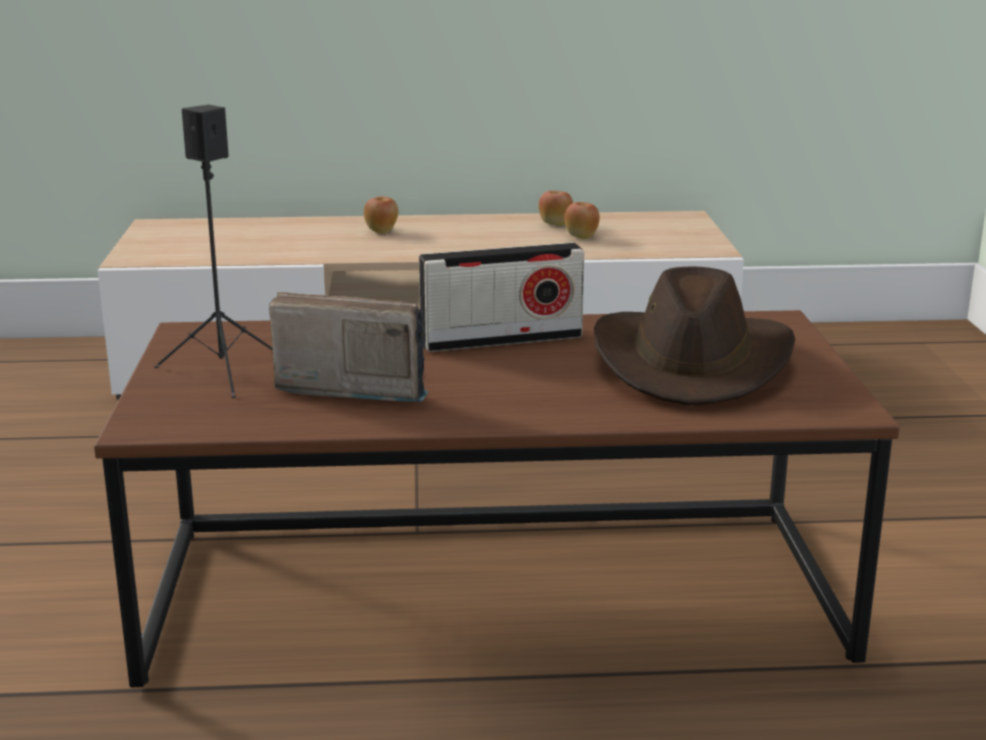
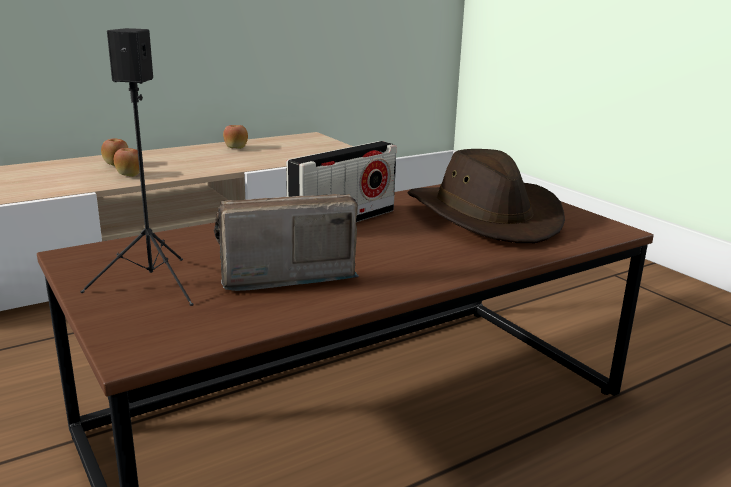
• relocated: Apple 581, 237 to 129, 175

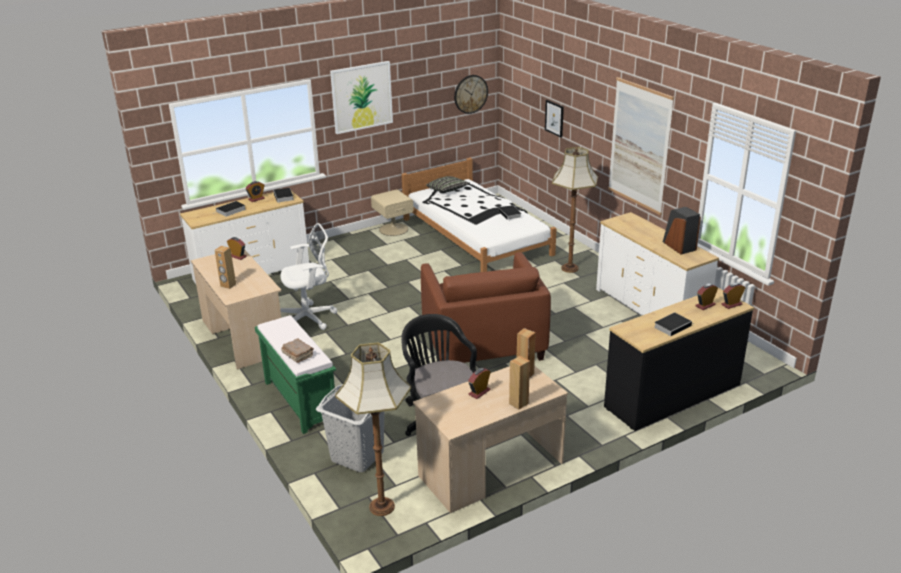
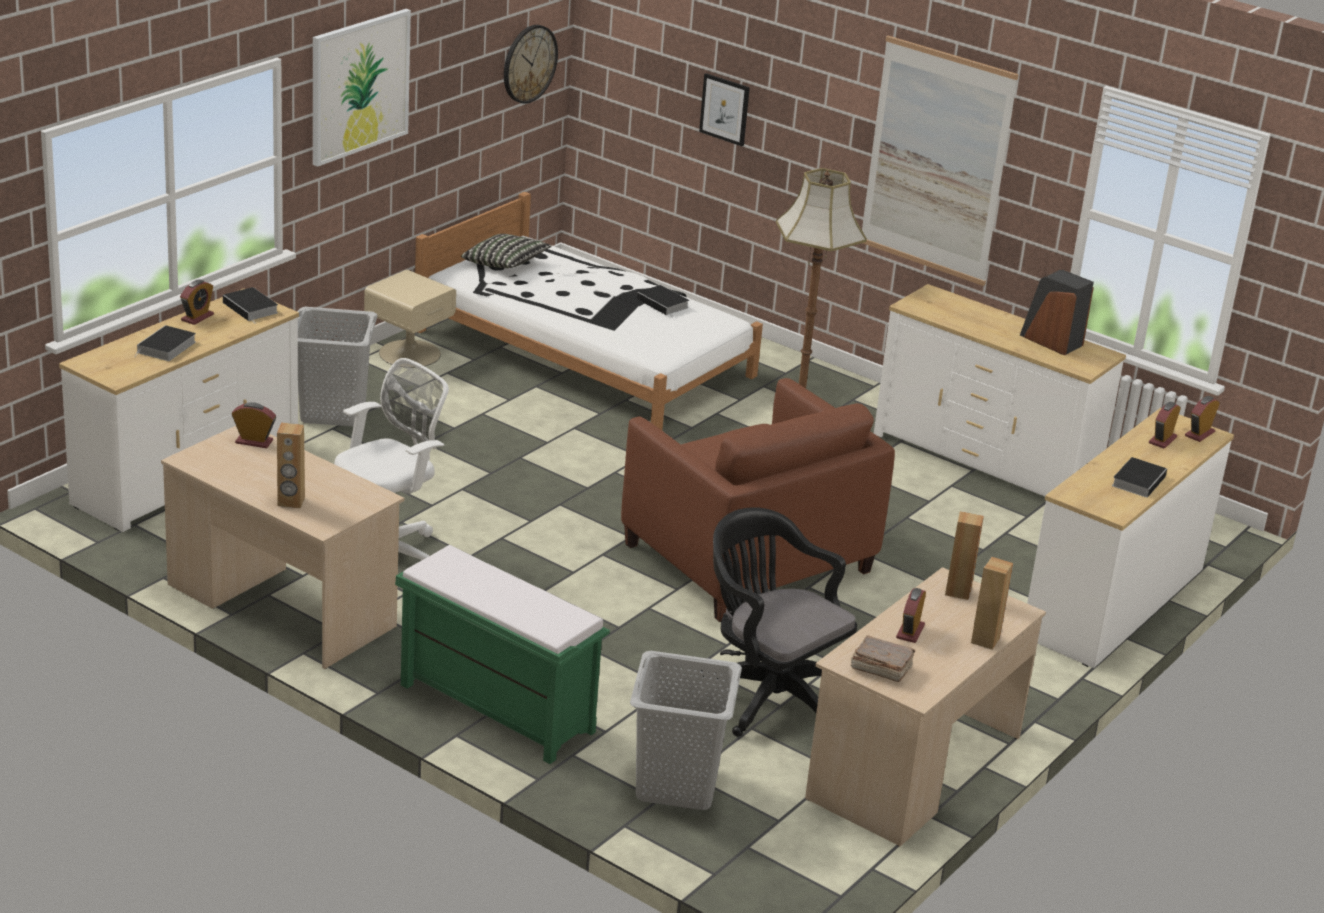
• relocated: BrownBook 297, 355 to 880, 668
• missing: FloorLamp 381, 507
• colour: BlackDresser 673, 396 to WhiteDresser 1115, 603
• appeared: GreyLaundryBasket 332, 412

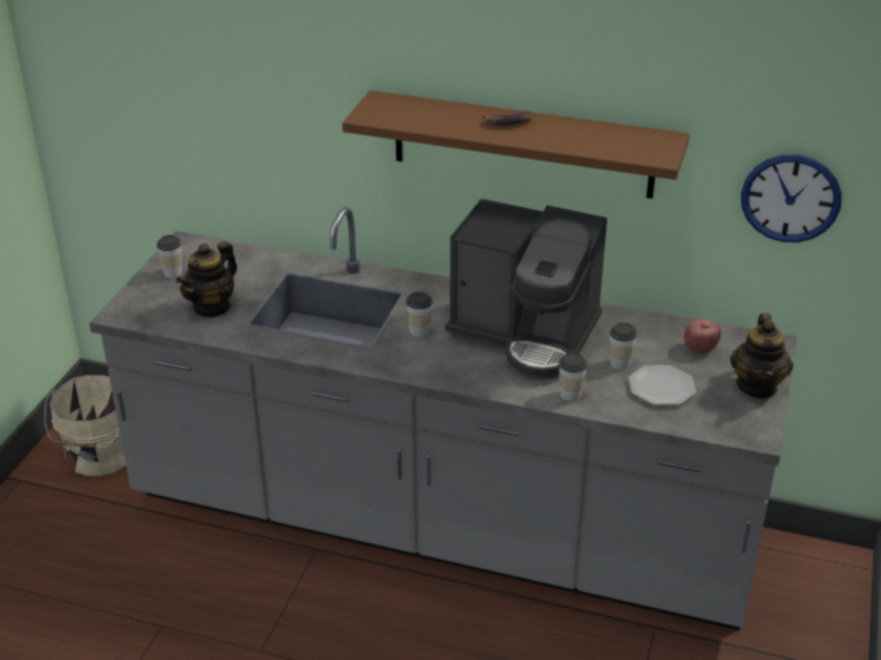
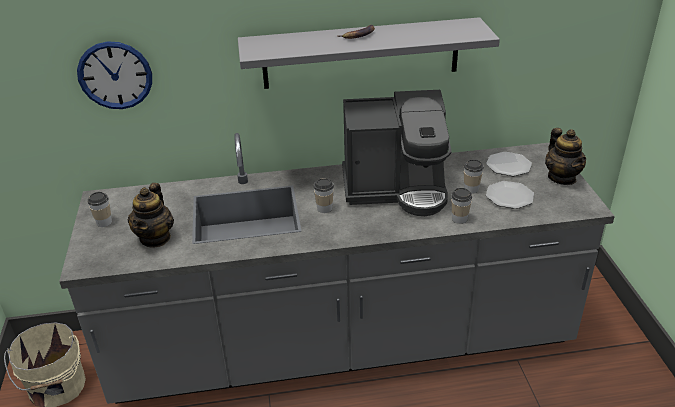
• colour: BrownShelf 523, 145 to GreyShelf 361, 53
• exchanged: Apple 700, 349 to Plate 509, 165
• relocated: WallClock 790, 198 to 115, 75

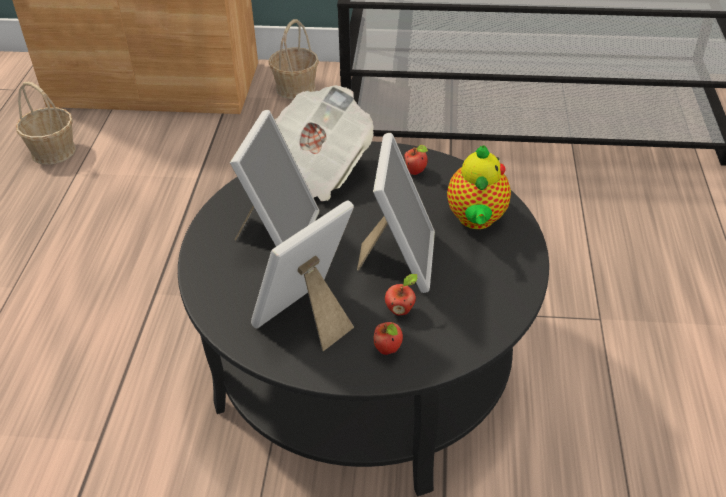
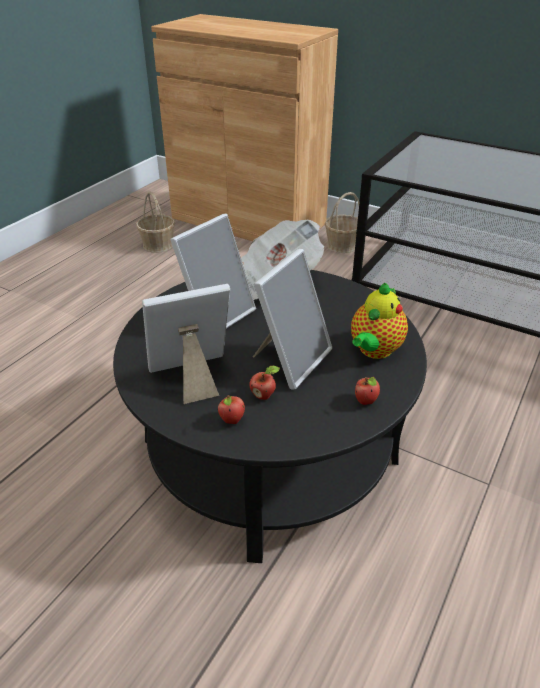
• relocated: Apple 416, 172 to 366, 402

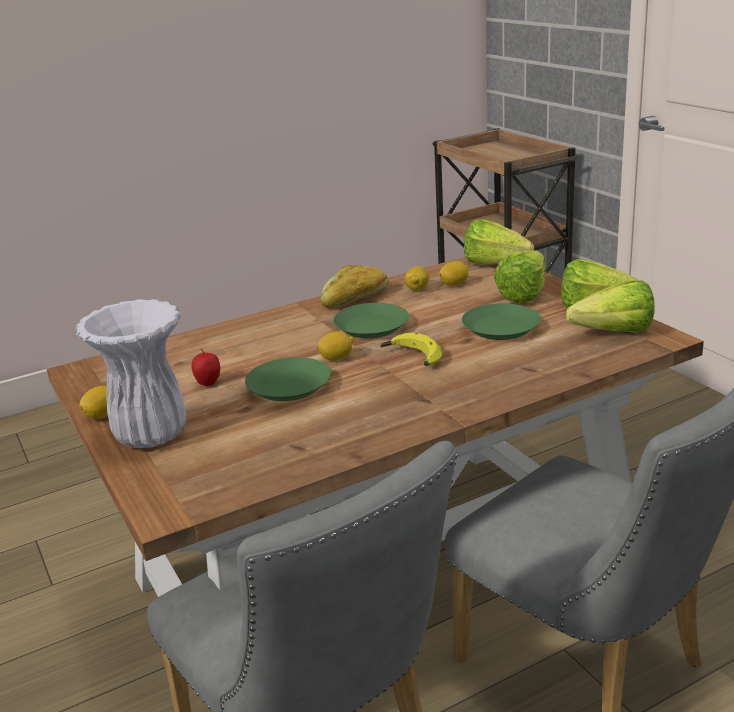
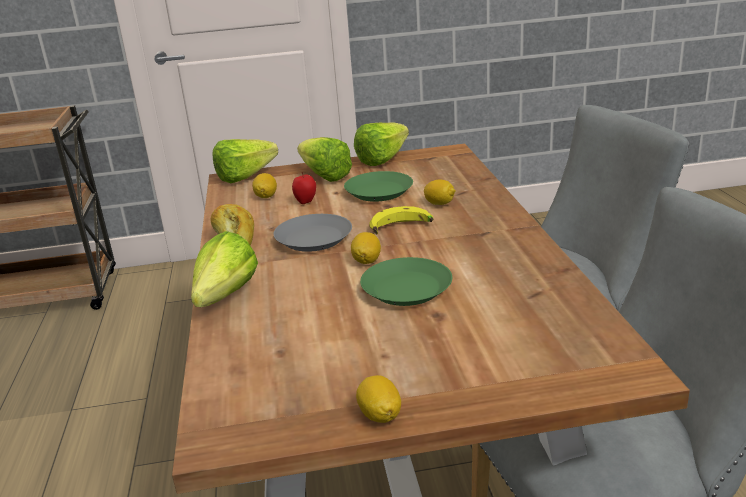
• missing: WhiteVase 153, 435
• relocated: Apple 208, 384 to 306, 202
• colour: GreenPlate 371, 326 to GreyPlate 313, 239
• relocated: Lemon 417, 289 to 439, 203
• relocated: Lettuce 606, 333 to 220, 301

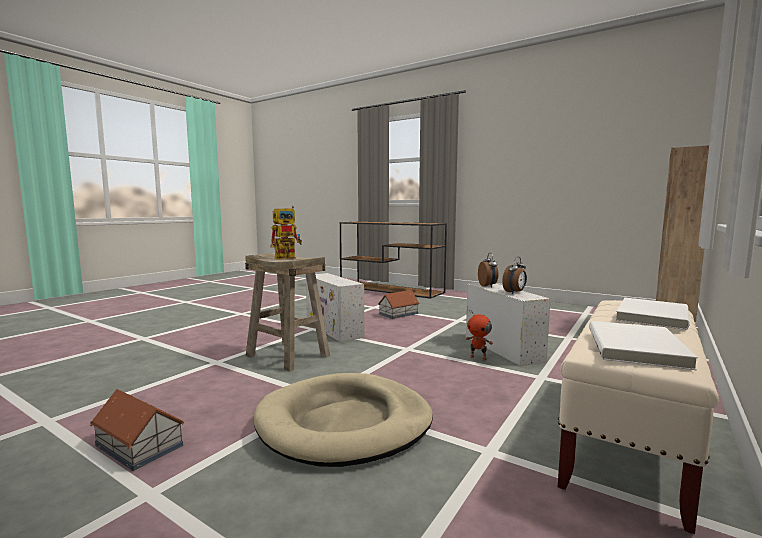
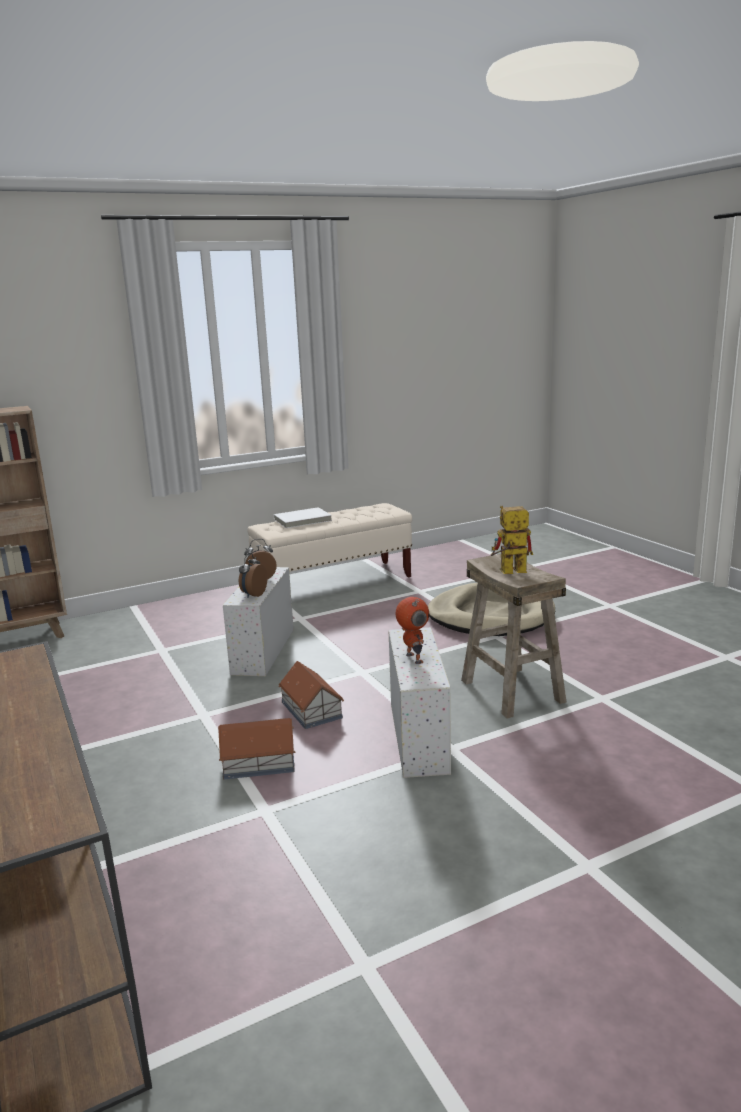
• relocated: ToyHouse 139, 446 to 311, 709
• relocated: ToyRobot 478, 357 to 413, 659
• missing: WhiteBook 638, 348

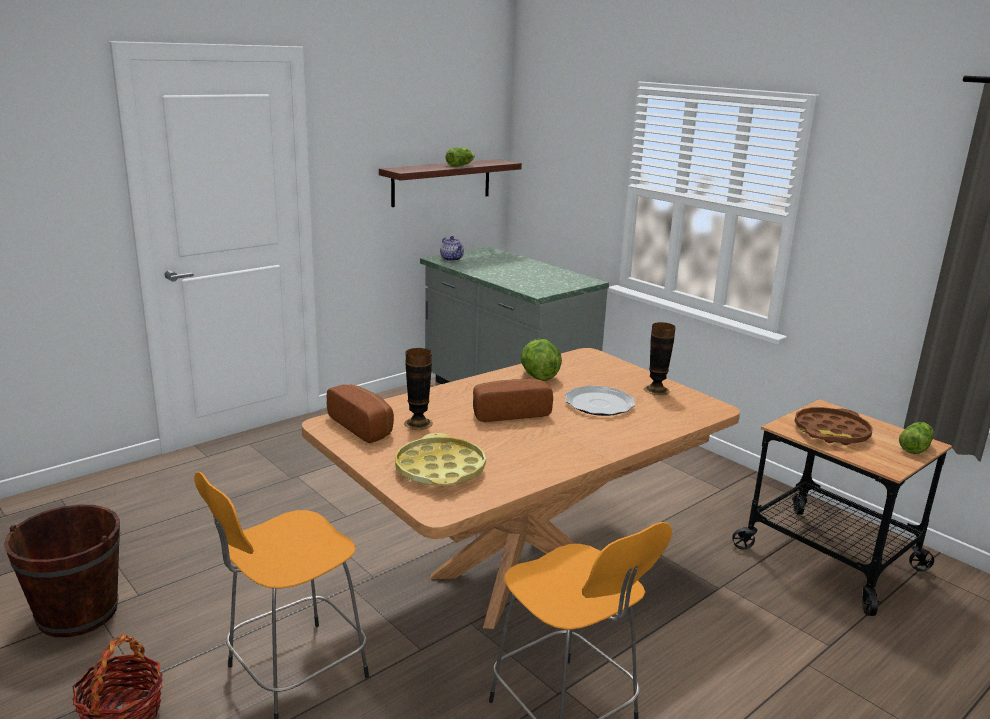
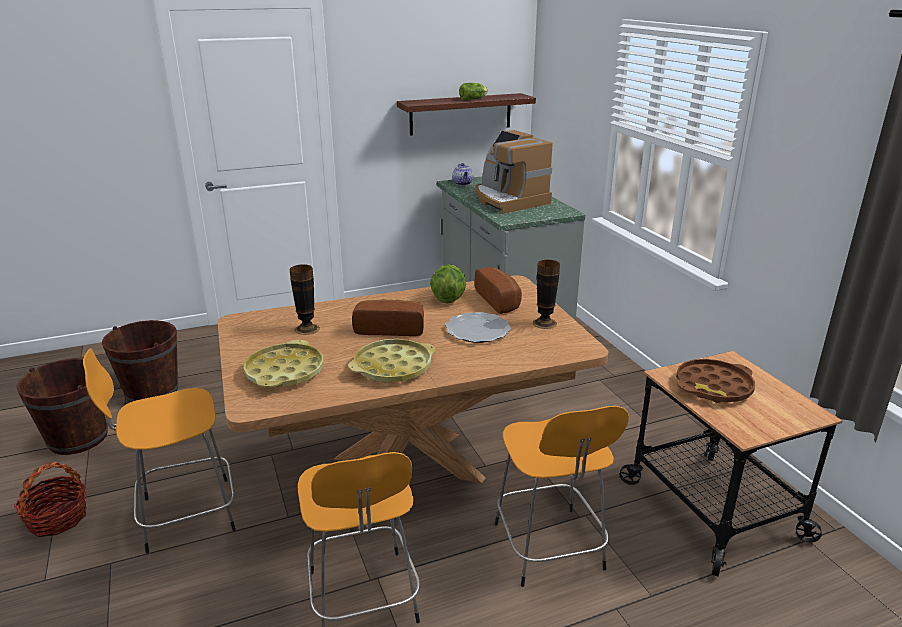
• relocated: Bread 364, 426 to 500, 300
• missing: Lettuce 915, 447
• appeared: BrownBucket 152, 392
• appeared: YellowTray 393, 367
• appeared: CoffeeMachine 508, 200
• appeared: OrangeStool 549, 549

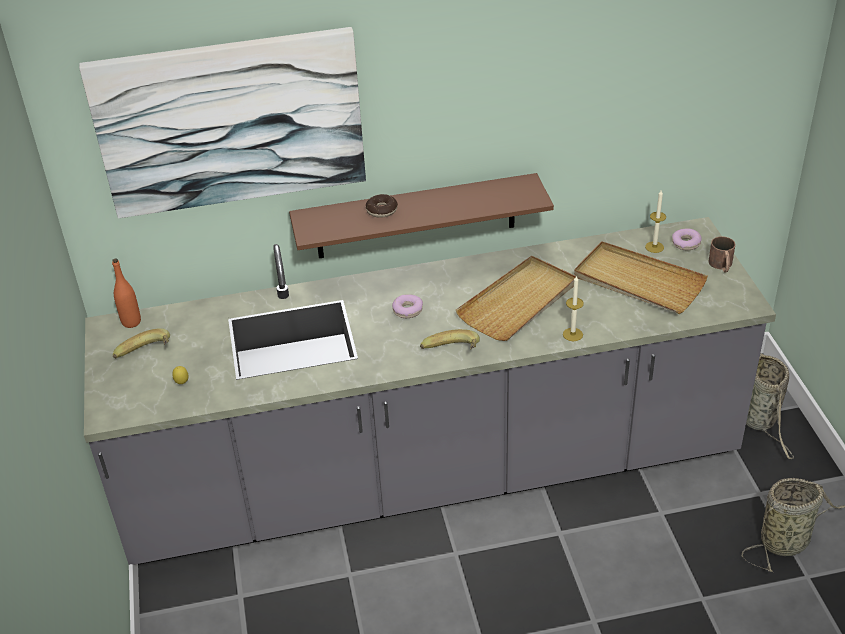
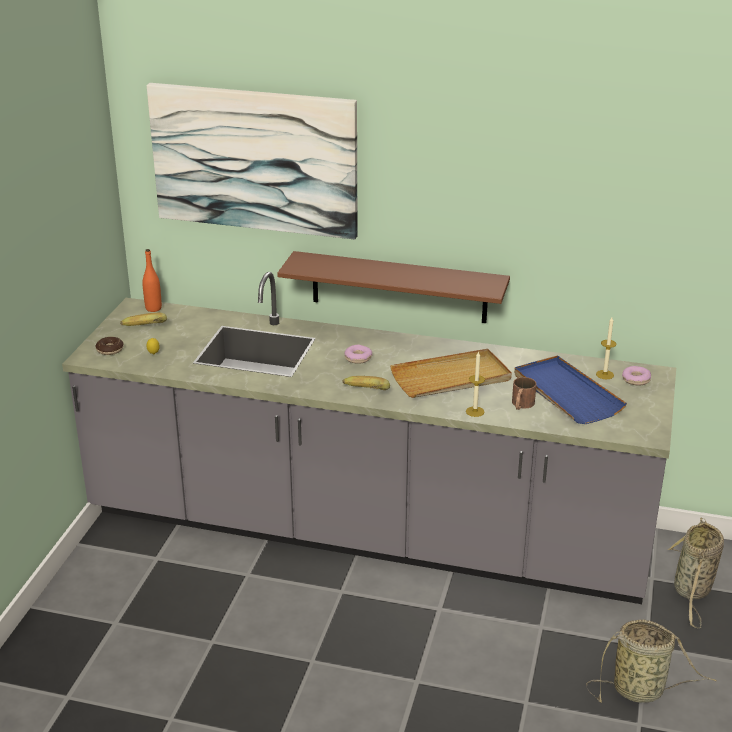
• relocated: Donut 382, 210 to 110, 350
• colour: BeigeTray 638, 282 to BlueTray 566, 393
• relocated: BrownMug 721, 265 to 521, 405

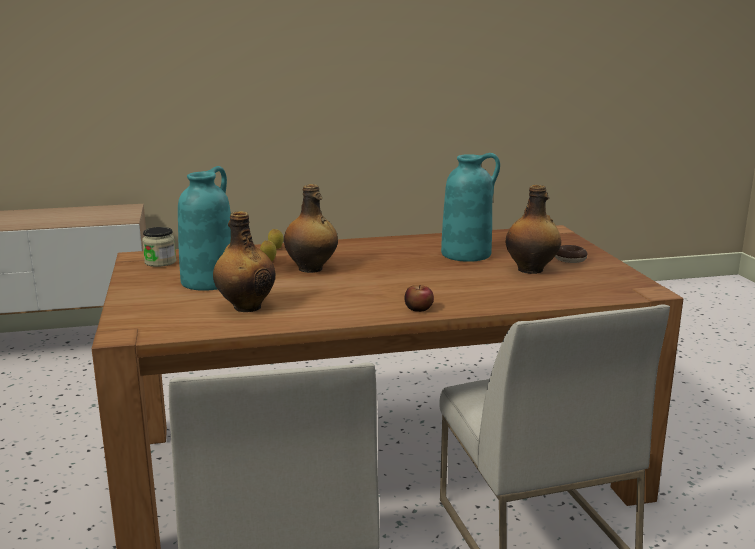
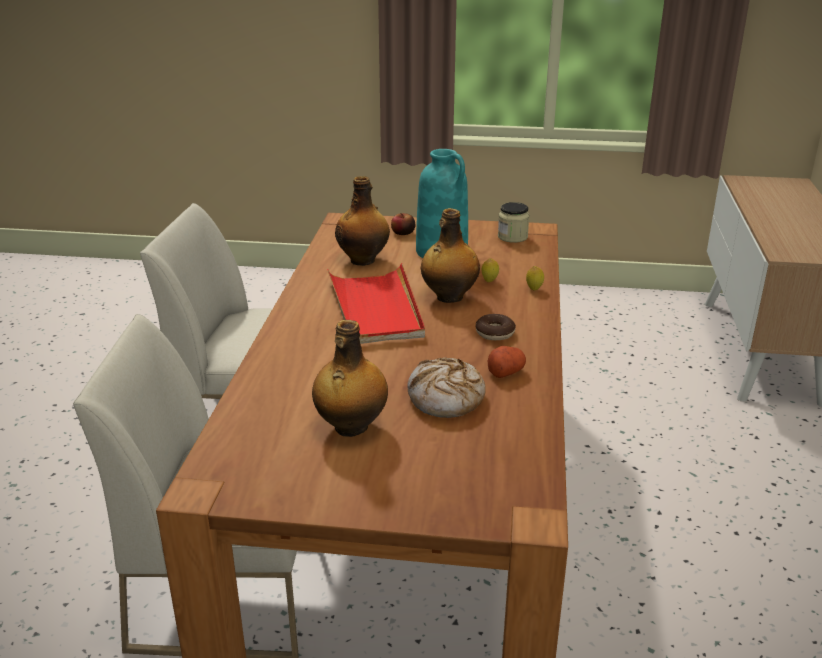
• relocated: Apple 418, 309 to 403, 233
• exchanged: TurquoiseVase 467, 254 to Bread 446, 398
• relocated: Donut 570, 259 to 495, 333
• appeared: RedTray 376, 308
• appeared: Potato 505, 372

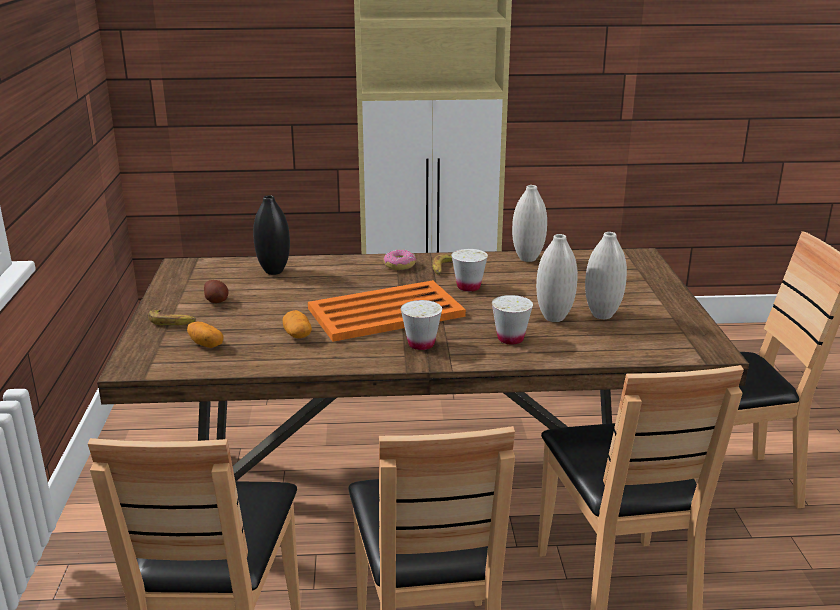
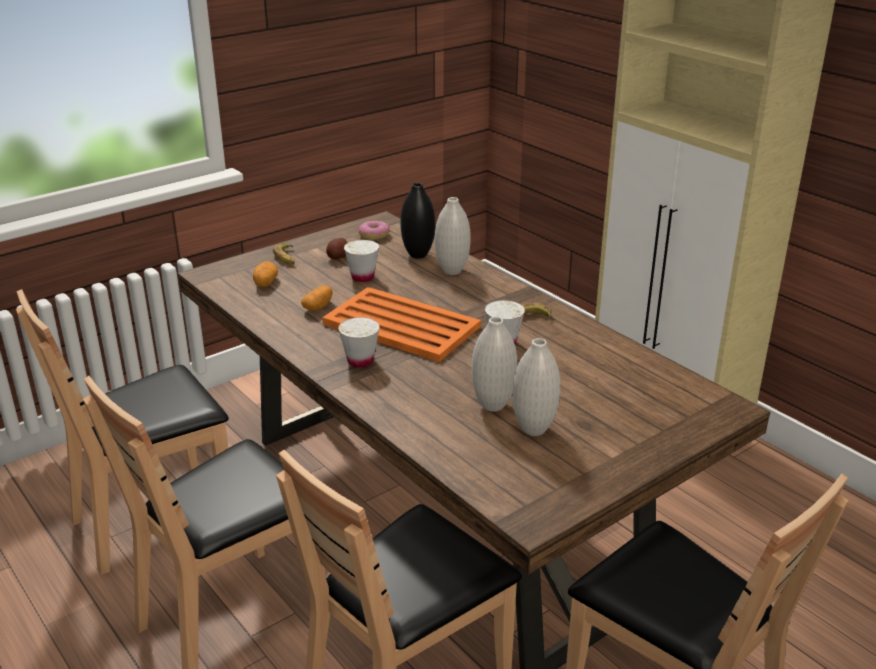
• relocated: Donut 399, 265 to 374, 235
• relocated: WhiteCup 510, 339 to 362, 277
• relocated: WhiteVase 527, 258 to 452, 271

